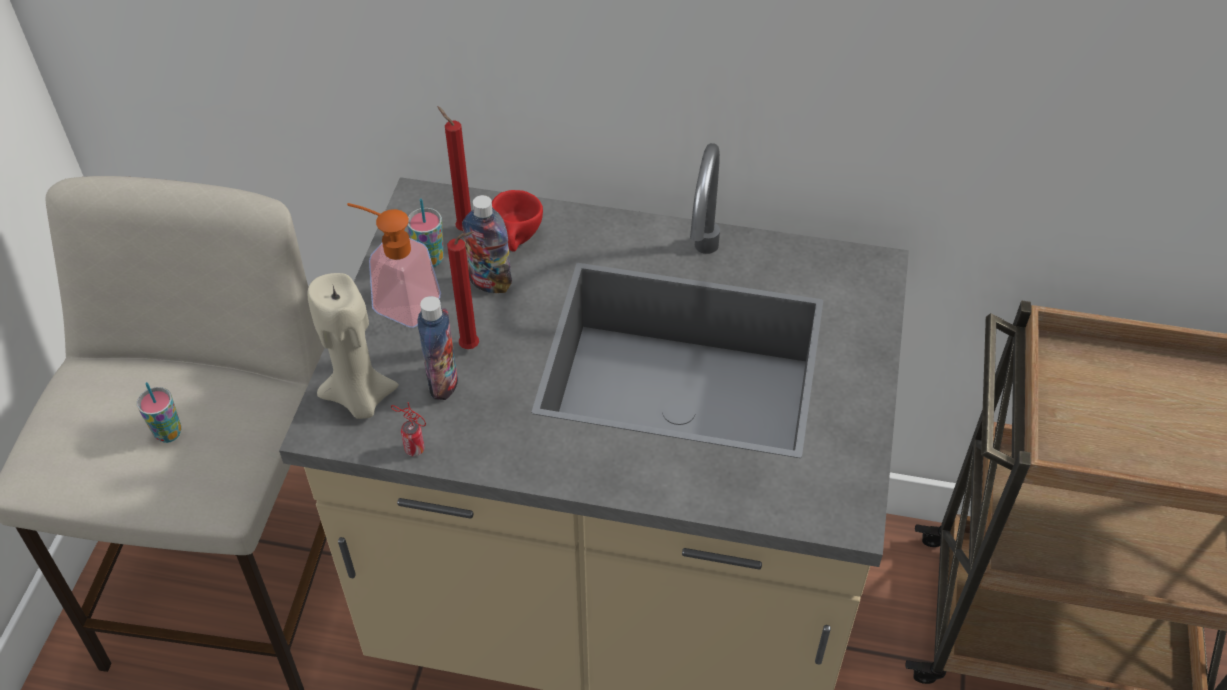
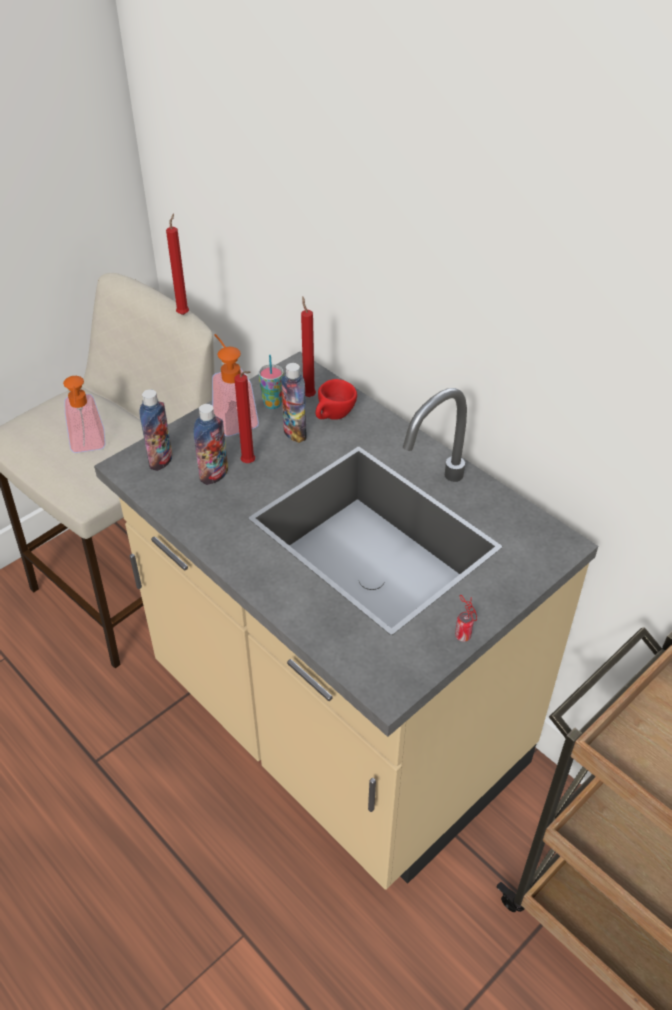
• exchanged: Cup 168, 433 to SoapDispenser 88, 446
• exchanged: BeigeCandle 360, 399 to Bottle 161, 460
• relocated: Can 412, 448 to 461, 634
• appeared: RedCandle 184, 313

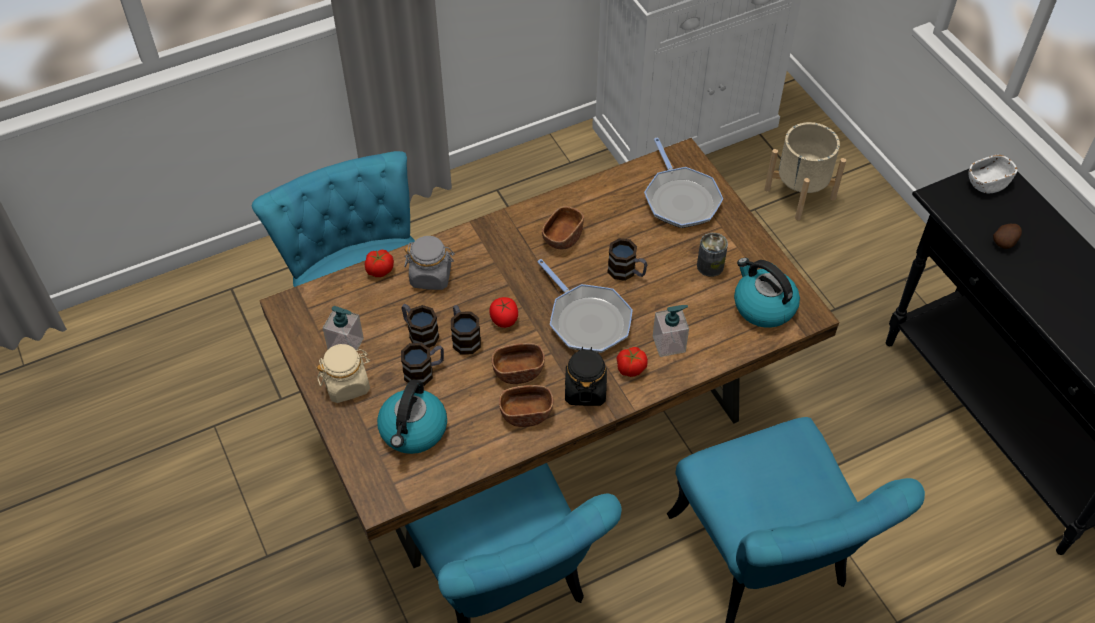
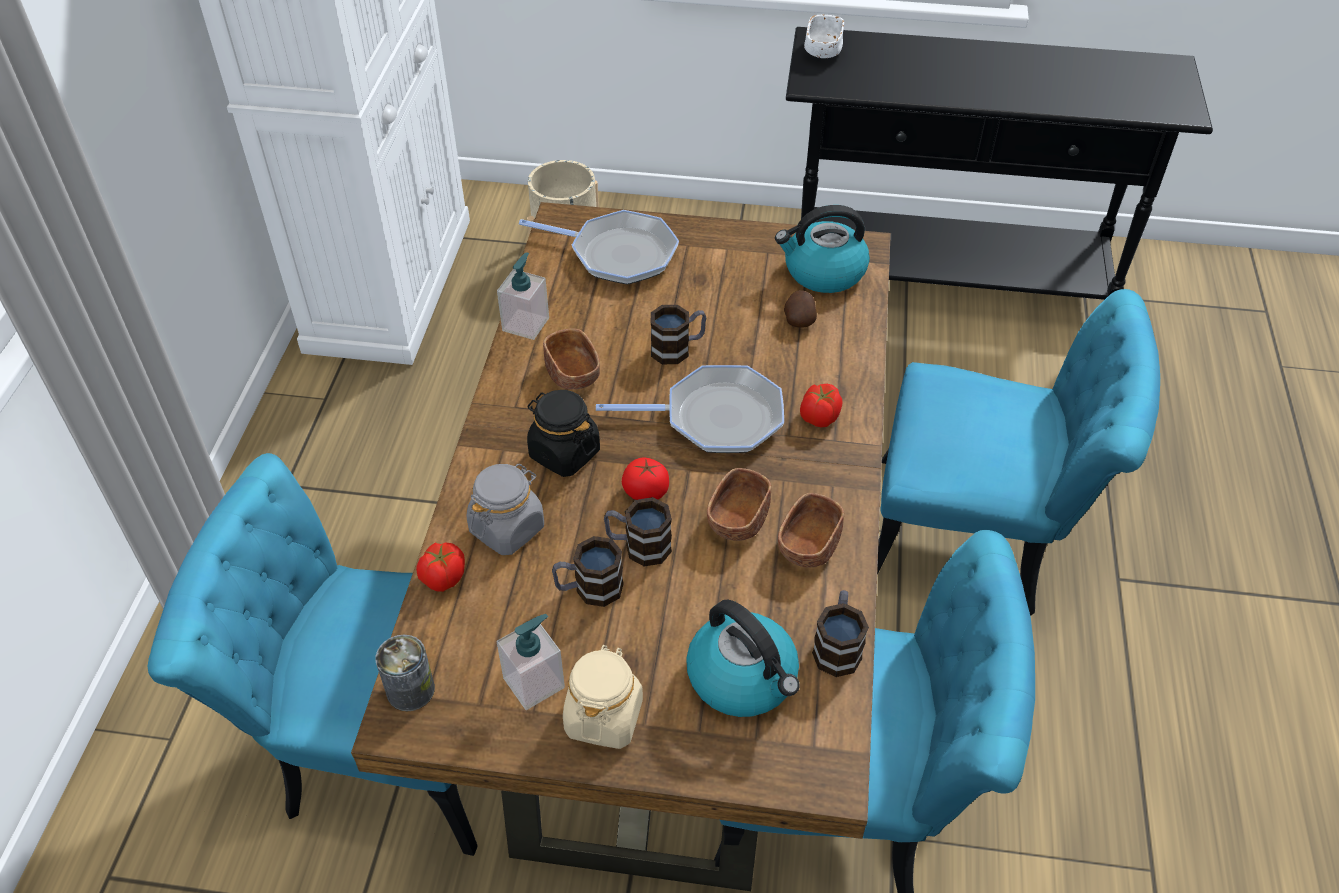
• relocated: Mug 424, 371 to 837, 646
• relocated: BlackJar 585, 390 to 564, 453
• relocated: SoapDispenser 669, 344 to 526, 324
• relocated: Can 710, 266 to 410, 690
• relocated: Potato 1005, 242 to 799, 319

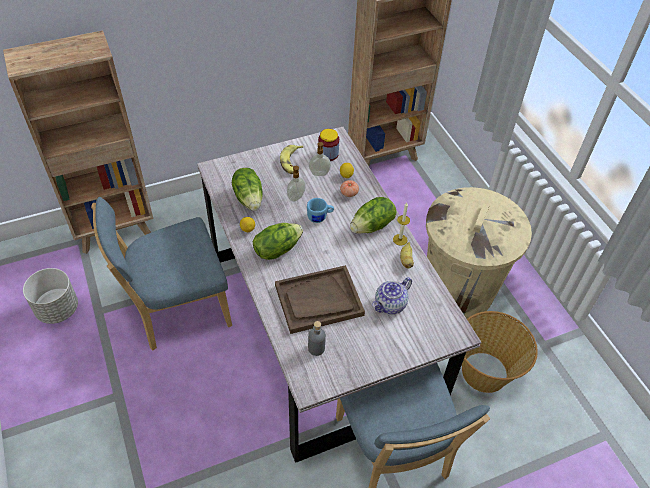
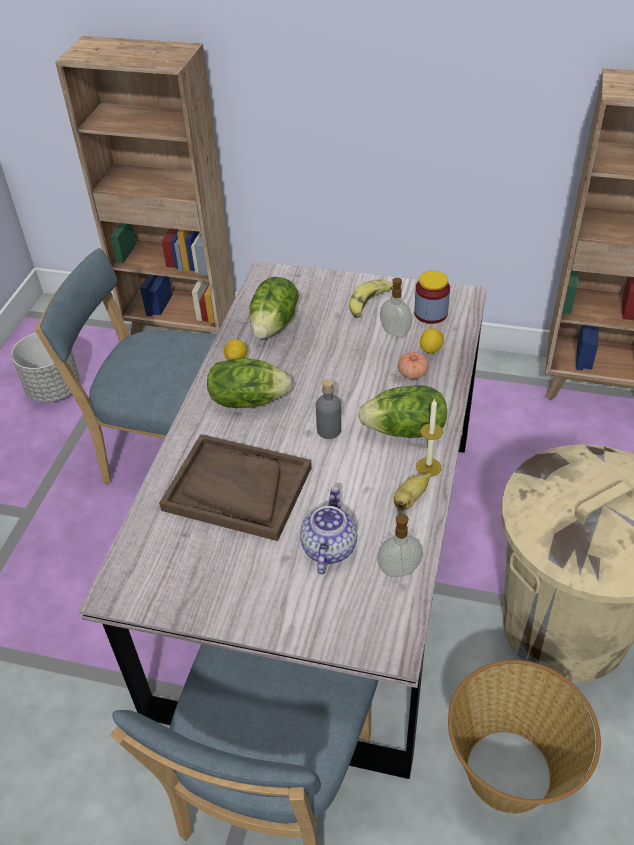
• relocated: SoapDispenser 295, 197 to 398, 569
• missing: BlueMug 320, 217
• relocated: GreyBottle 316, 348 to 329, 430
• spun: Teapot 390, 305 = 328, 547 105 degrees clockwise

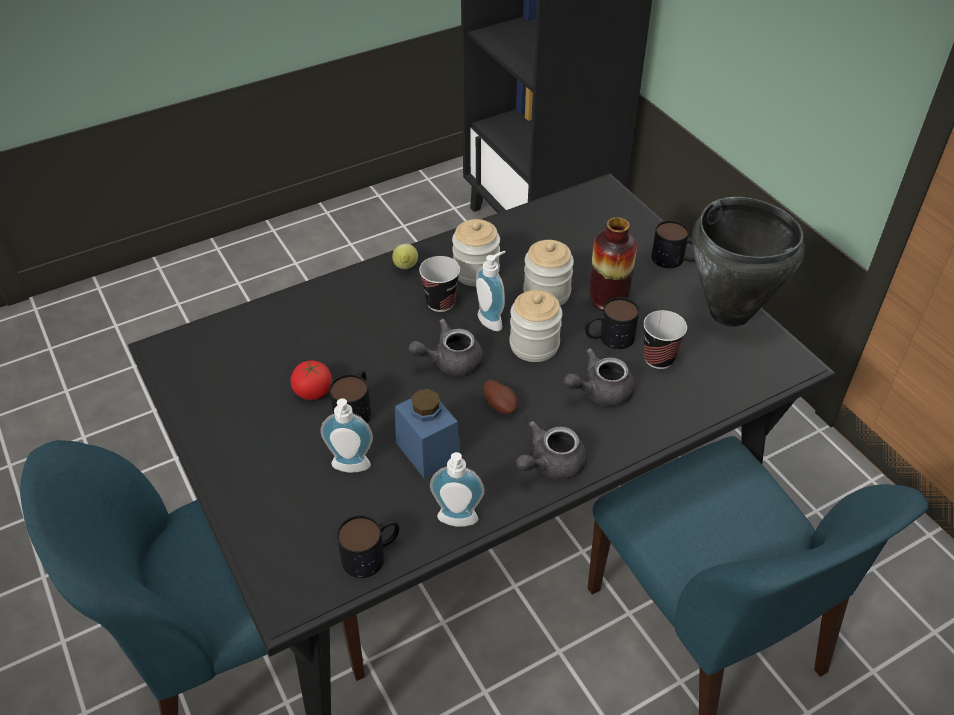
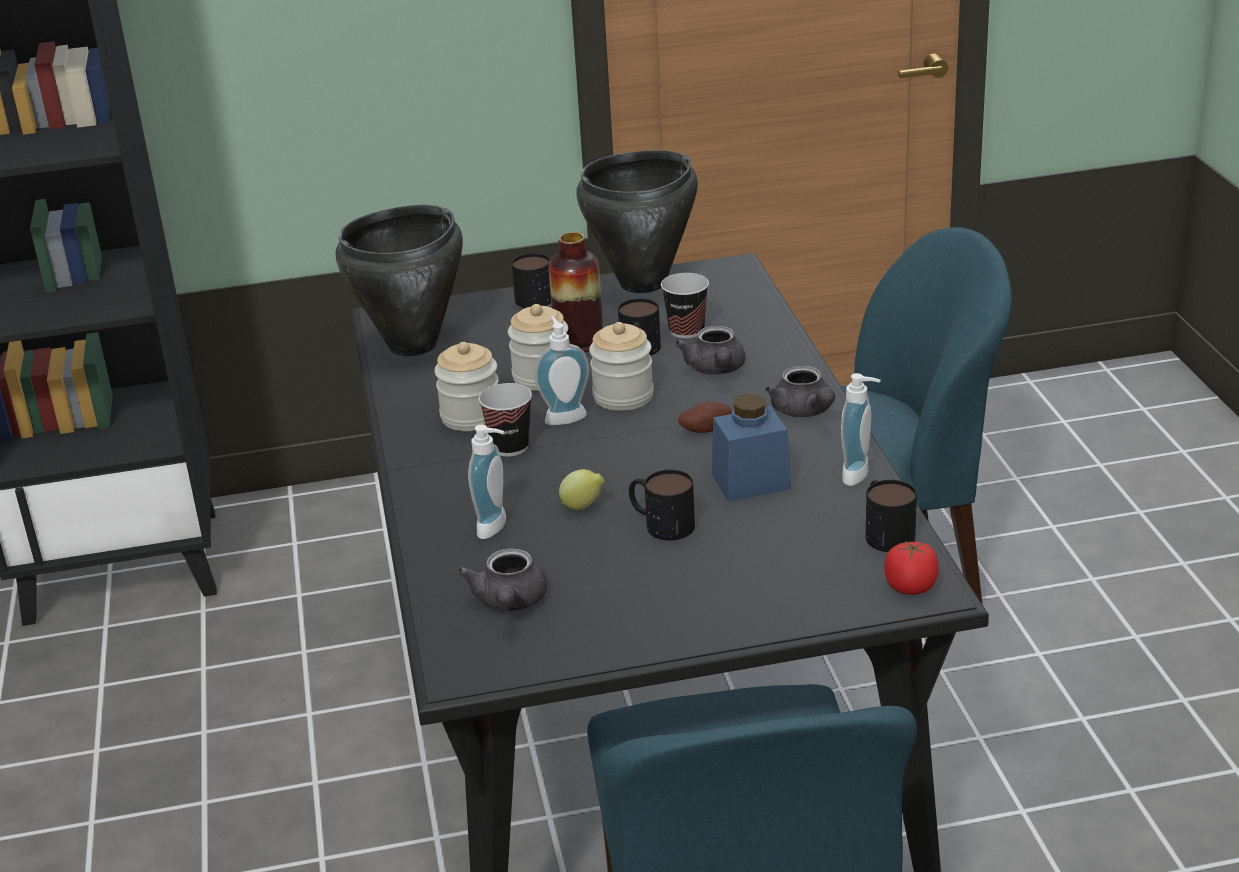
• relocated: Tomato 313, 391 to 911, 586
• relocated: SoapDispenser 350, 468 to 497, 527
• relocated: Lemon 405, 268 to 583, 507
• relocated: GreyTeapot 450, 361 to 509, 603
• appeared: BlackCookingPot 414, 345

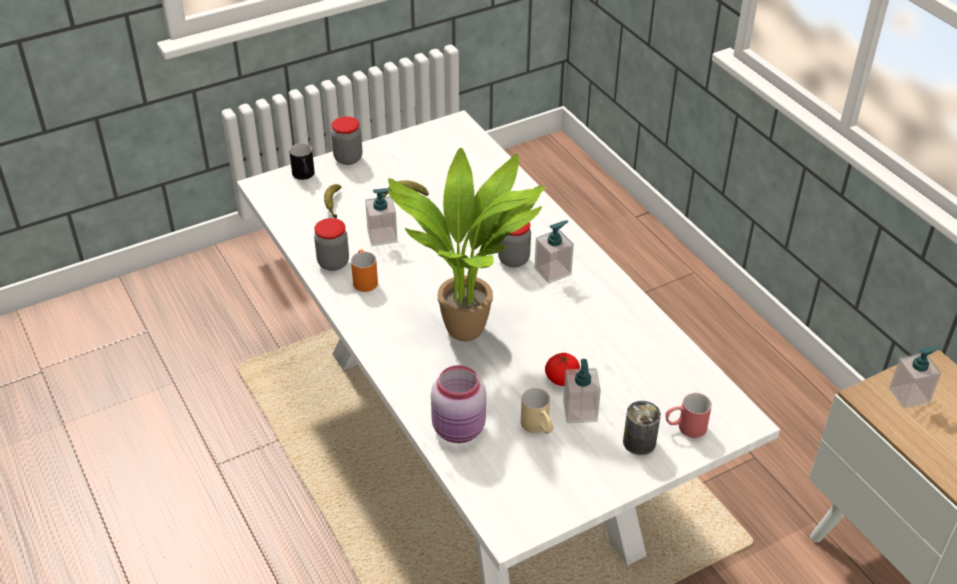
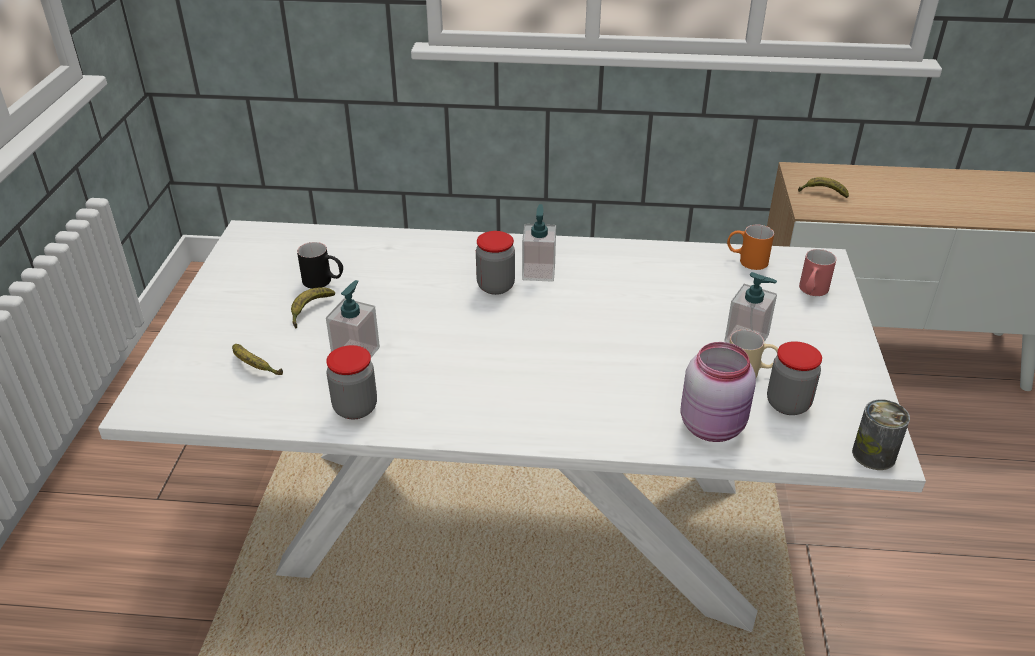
• relocated: BlackMug 304, 176 to 324, 282
• relocated: Jar 348, 158 to 788, 404
• relocated: OrangeMug 364, 279 to 746, 260
• missing: PottedPlant 469, 327
• missing: Tomato 561, 379
• relocated: Can 639, 442 to 873, 455
• exchanged: SoapDispenser 909, 395 to Banana 822, 193

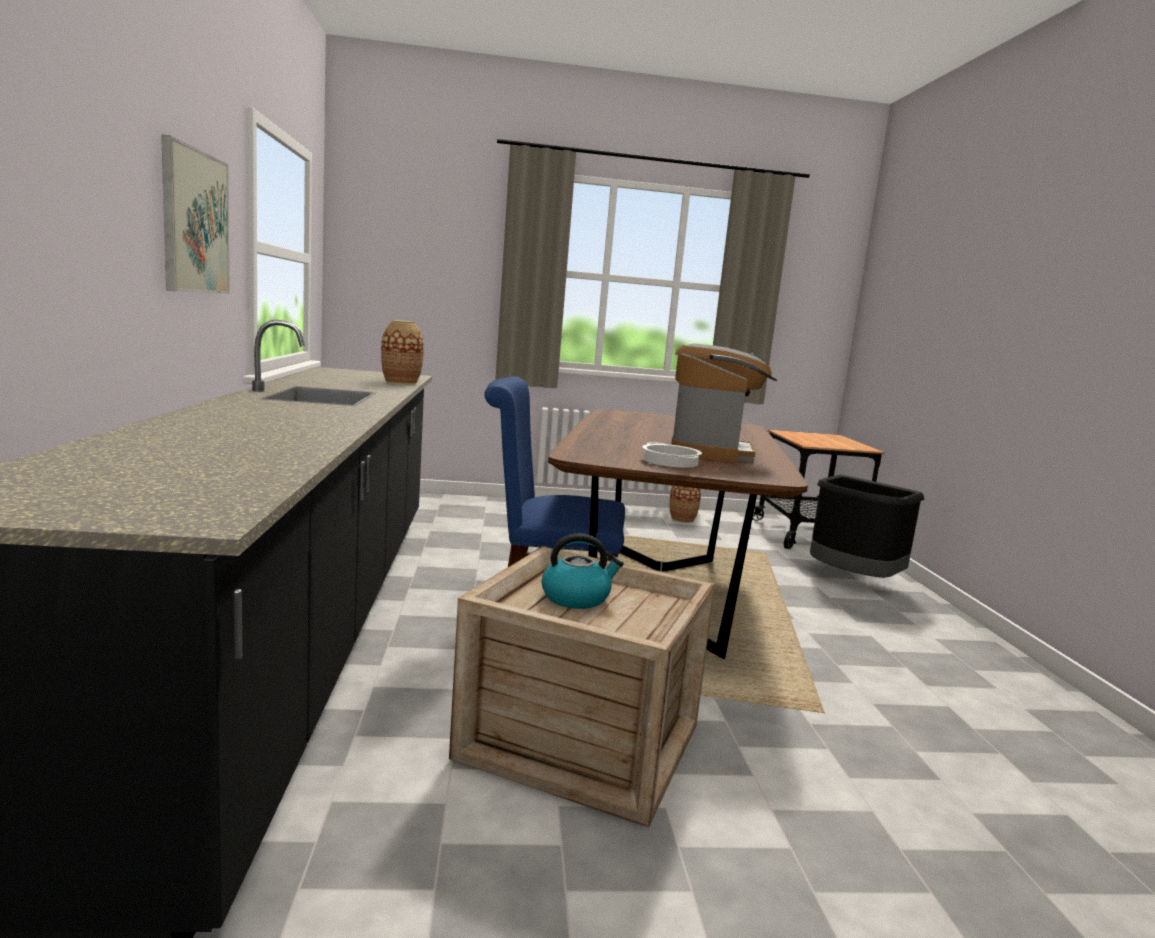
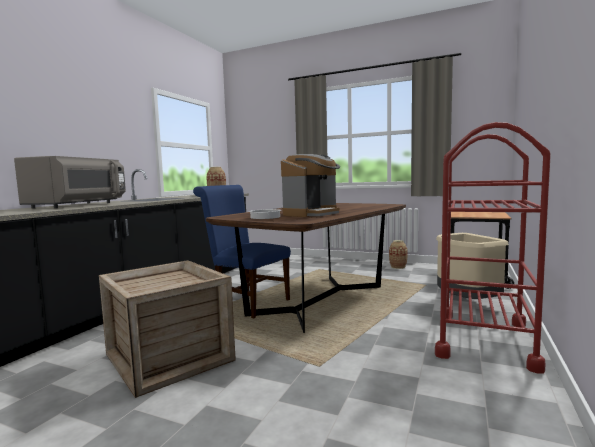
• missing: Picture 195, 222
• missing: Kettle 576, 598
• colour: BlackTrashCan 852, 582 to BeigeTrashCan 466, 303
• appeared: GreyMicrowave 78, 205
• appeared: RedCart 484, 339

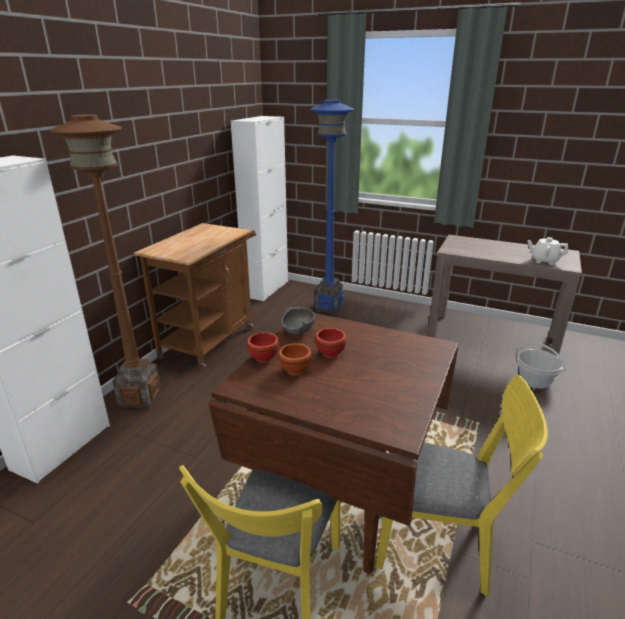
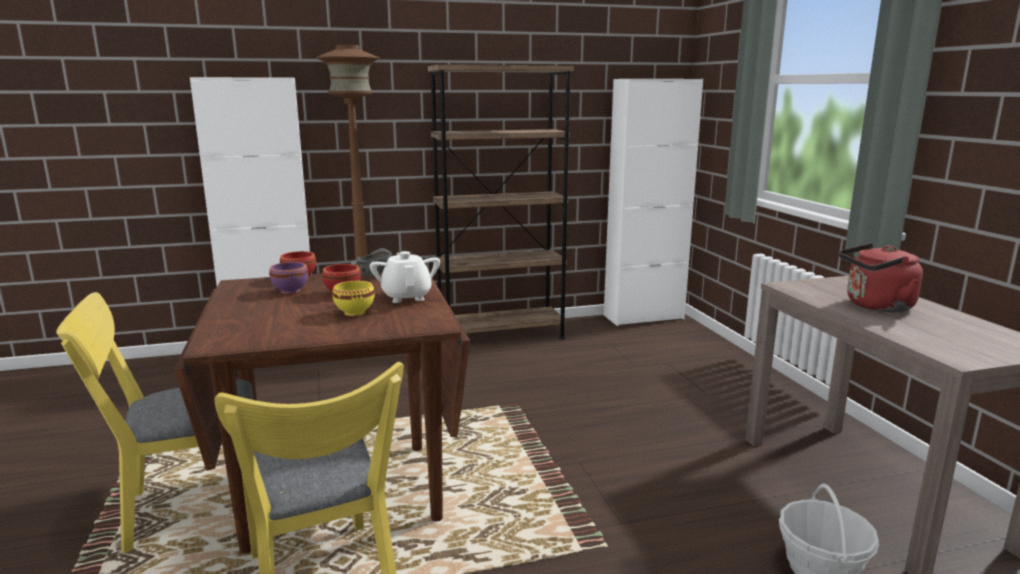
• exchanged: BrownCart 211, 339 to BrownBookcase 500, 335
• colour: BrownBowl 294, 370 to PurpleBowl 289, 290
• missing: BlueFloorLamp 328, 307
• relocated: WhiteTeapot 544, 261 to 407, 297
• appeared: YellowBowl 356, 312
• appeared: RedKettle 875, 306

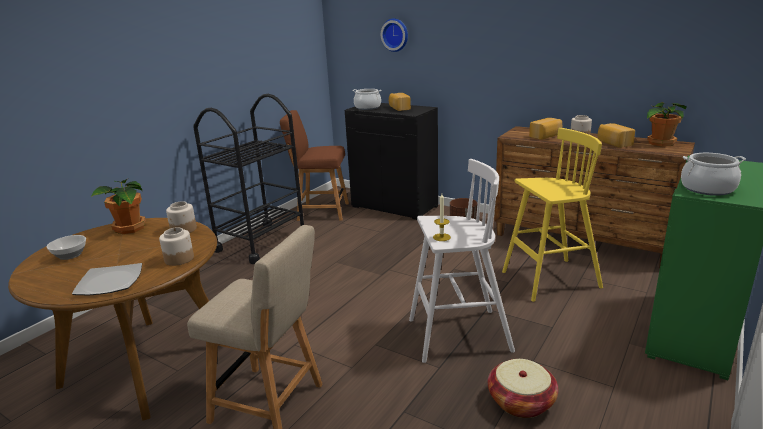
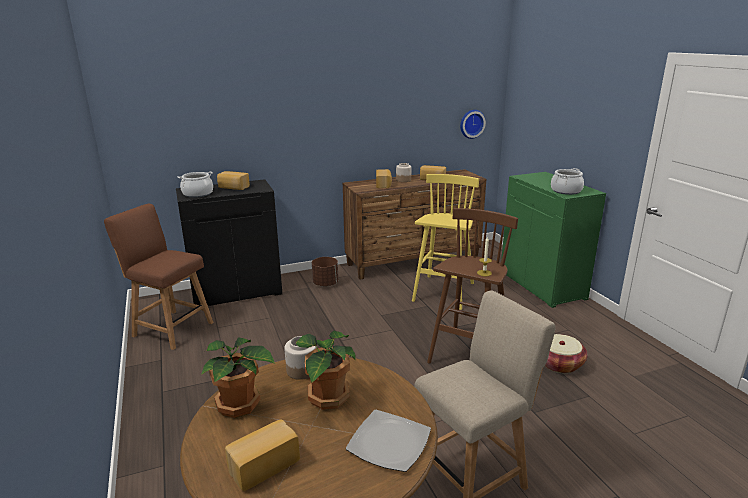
• exchanged: Bowl 71, 255 to Bread 262, 464
• missing: Jar 179, 259
• missing: BlackCart 261, 242
• spun: BrownChair 320, 211 = 170, 328 75 degrees clockwise
• relocated: WallClock 395, 35 to 471, 123
• colour: WhiteStool 457, 335 to BrownStool 468, 353
• relocated: PottedPlant 660, 143 to 327, 398

